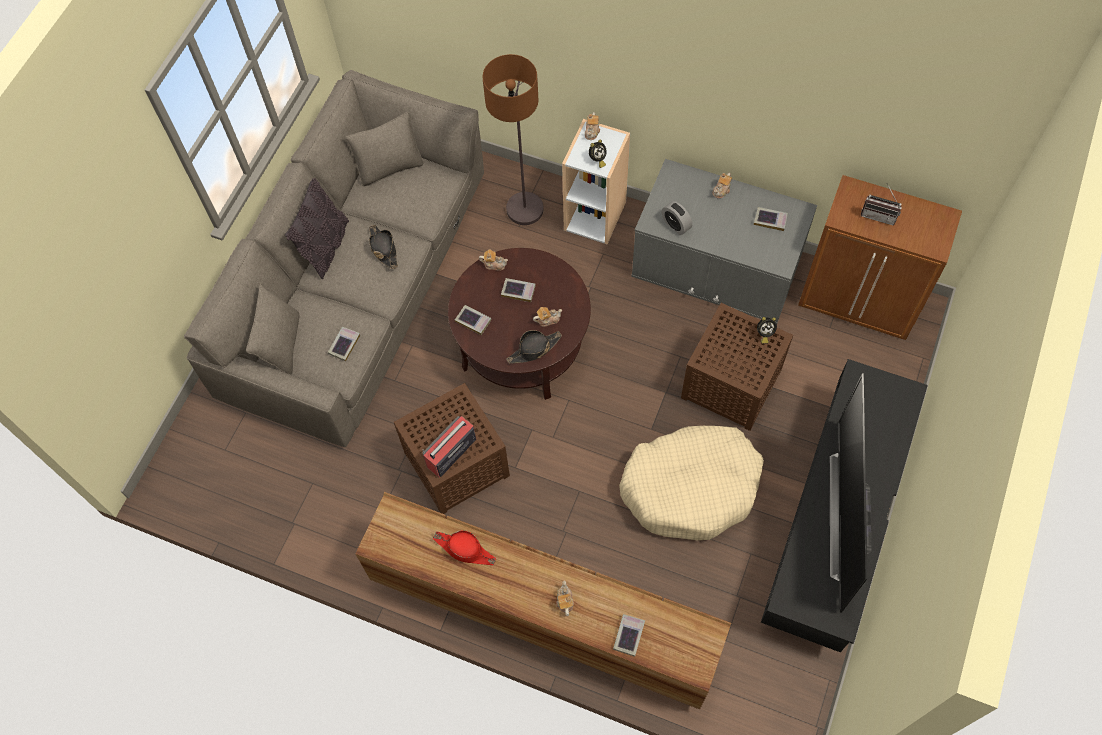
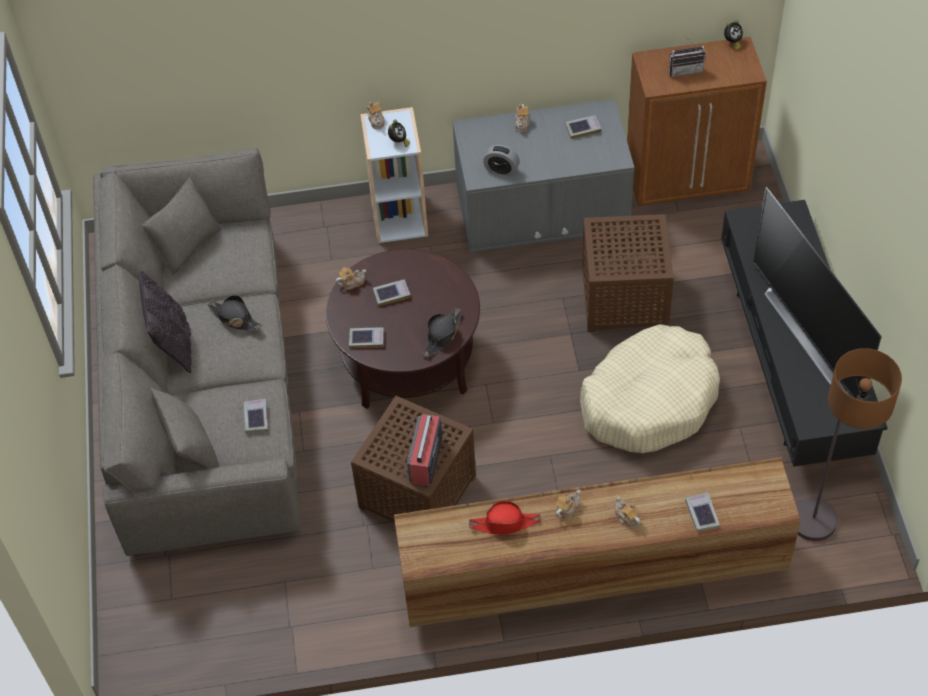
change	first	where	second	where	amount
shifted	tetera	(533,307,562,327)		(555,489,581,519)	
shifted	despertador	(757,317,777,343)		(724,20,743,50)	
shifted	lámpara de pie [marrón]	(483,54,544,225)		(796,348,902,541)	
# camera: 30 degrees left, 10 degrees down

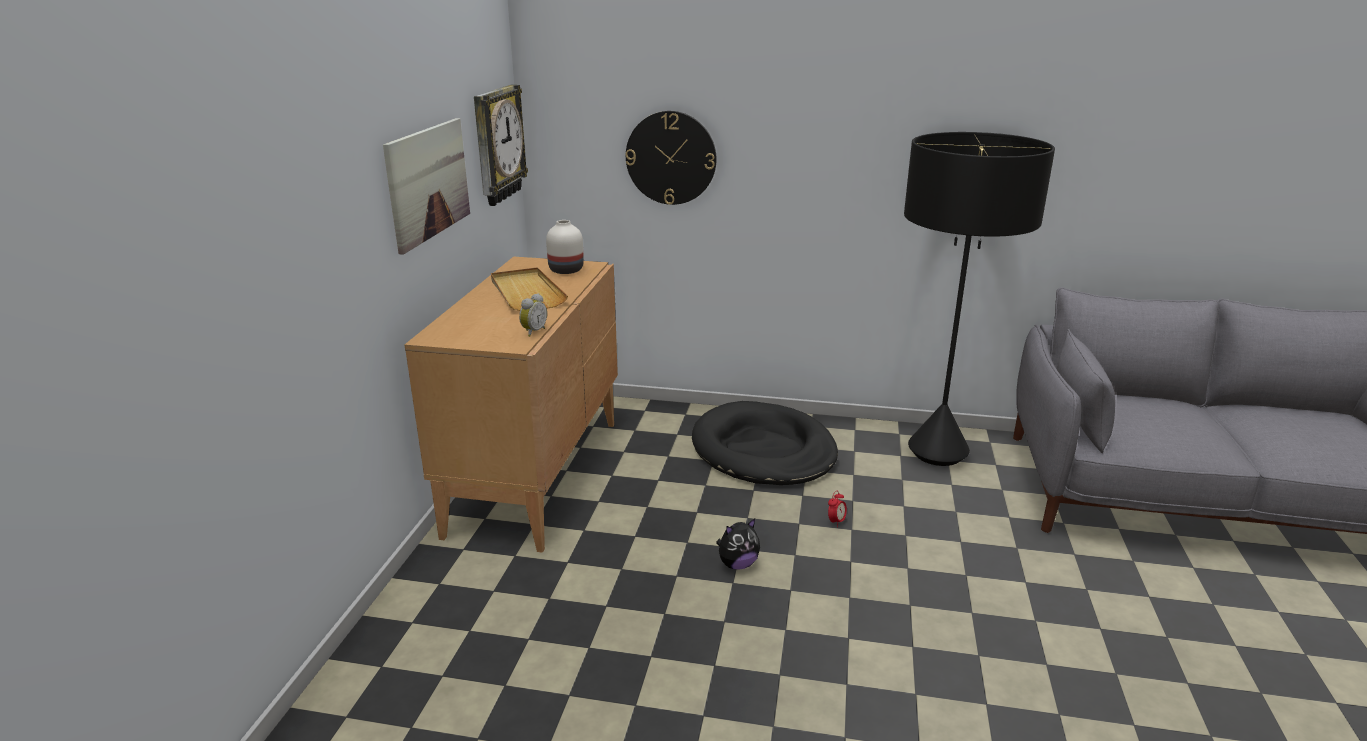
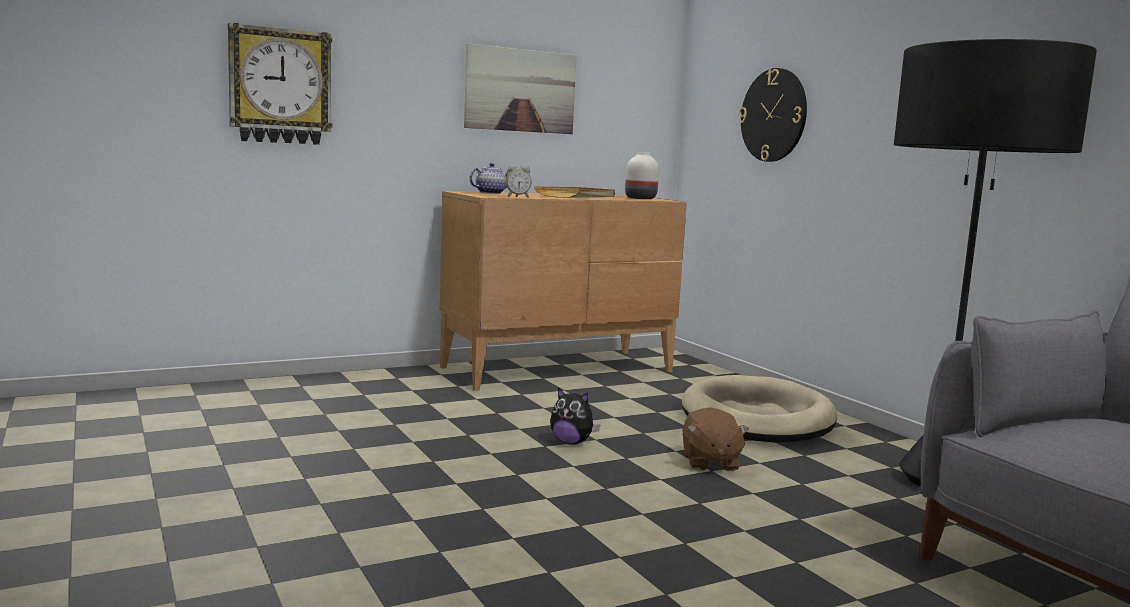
change	first	where	second	where	amount
shifted	reloj de pared	(474,84,528,206)		(228,23,332,145)	
new			tetera	(469,163,510,194)	
repainted	cama para perro [negro]	(692,401,838,485)	cama para perro [beis]	(682,375,837,443)	
swapped	despertador	(828,491,847,527)	peluche [marrón]	(682,407,749,471)	
# camera: 50 degrees right, 15 degrees down

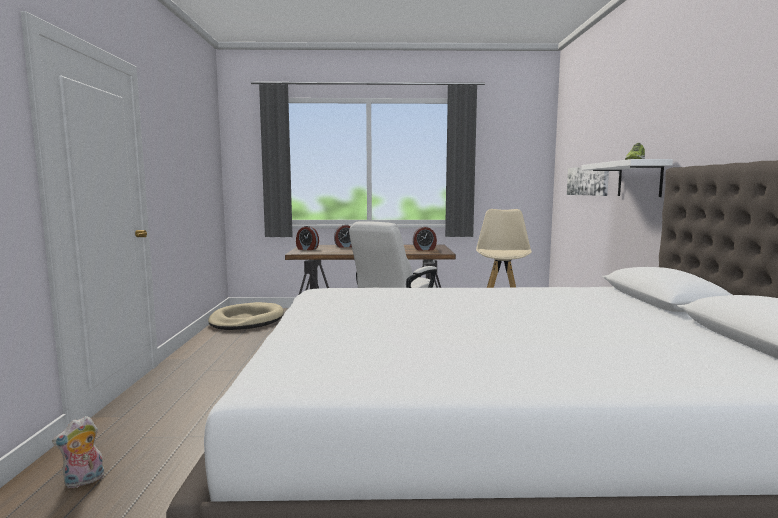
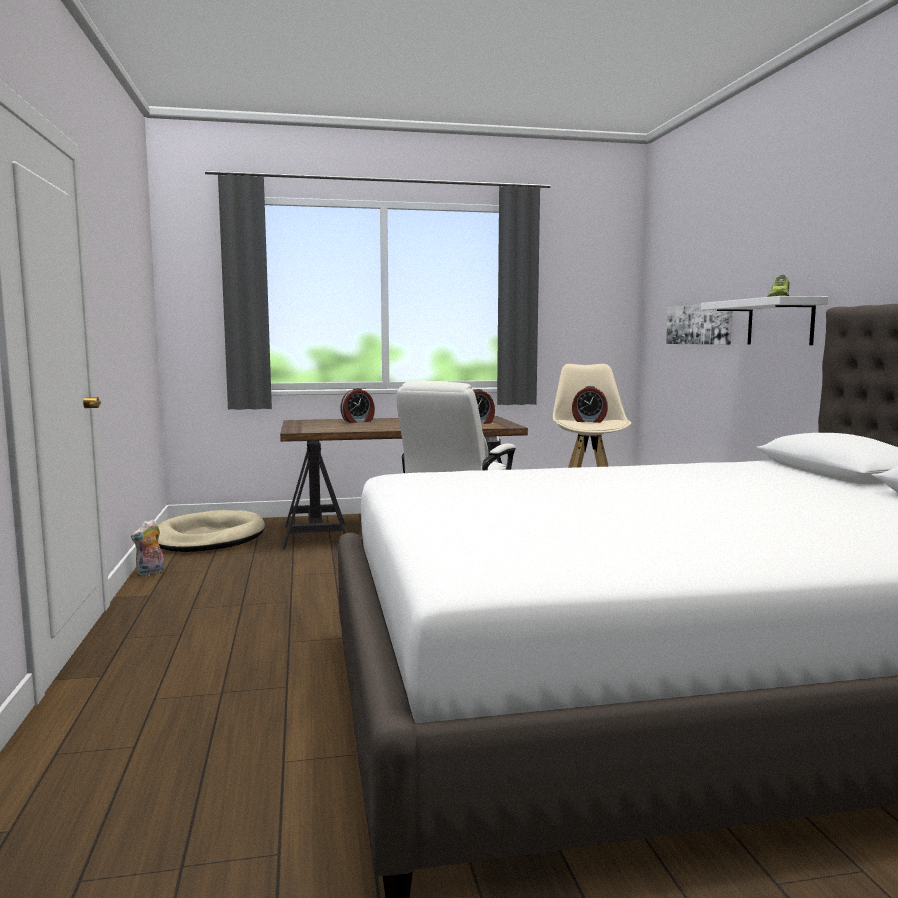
change	first	where	second	where	amount
shifted	peluche	(52,416,104,489)		(131,519,164,576)	
shifted	despertador	(296,226,319,250)		(572,386,608,423)	
# camera: 10 degrees left, 0 degrees up

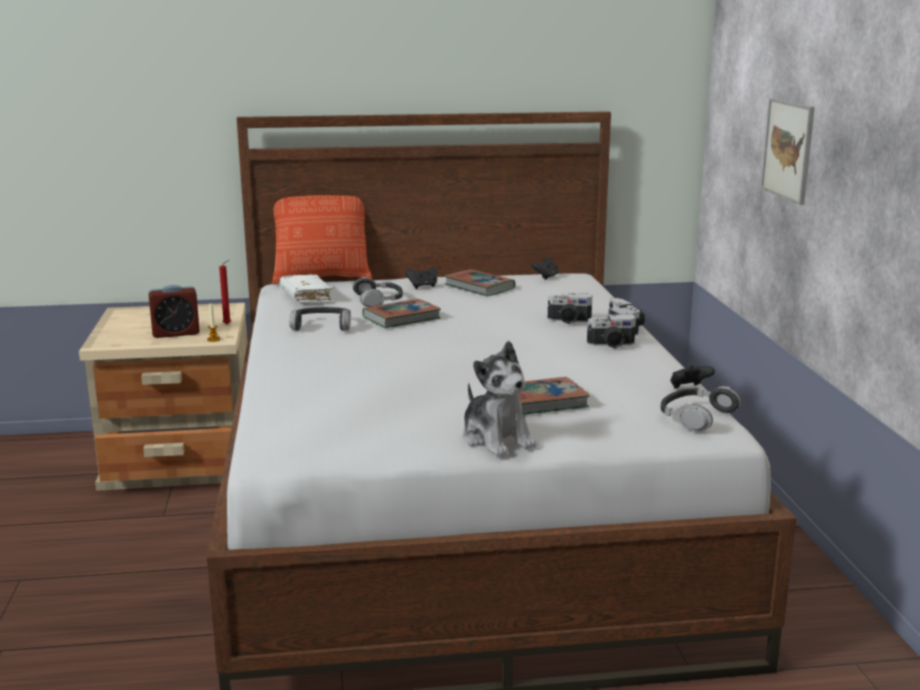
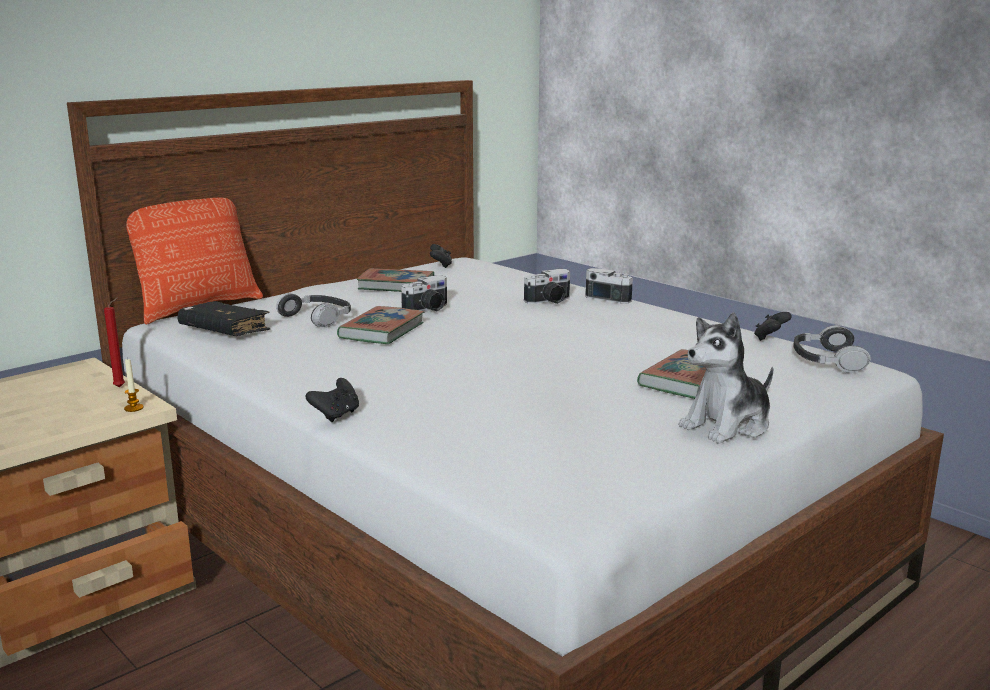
change	first	where	second	where	amount
repainted	libro [blanco]	(280,275,334,302)	libro [negro]	(177,301,270,336)	
shifted	mando de consola [negro]	(405,267,437,289)		(306,378,359,422)	
shifted	cámara	(587,314,636,349)		(401,275,447,311)	
rotated	peluche	(462,341,536,456)		(679,312,773,443)	120 degrees clockwise
gone	despertador	(148,285,200,338)			
gone	auriculares	(289,307,351,331)			
gone	cuadro	(761,98,815,205)			
# camera: 35 degrees left, 0 degrees up

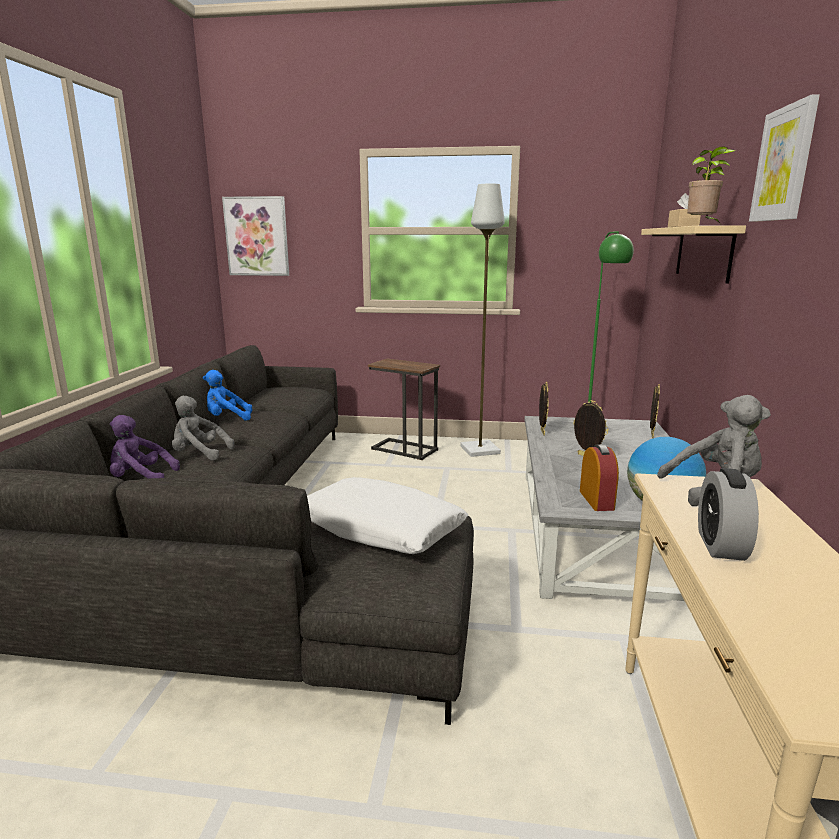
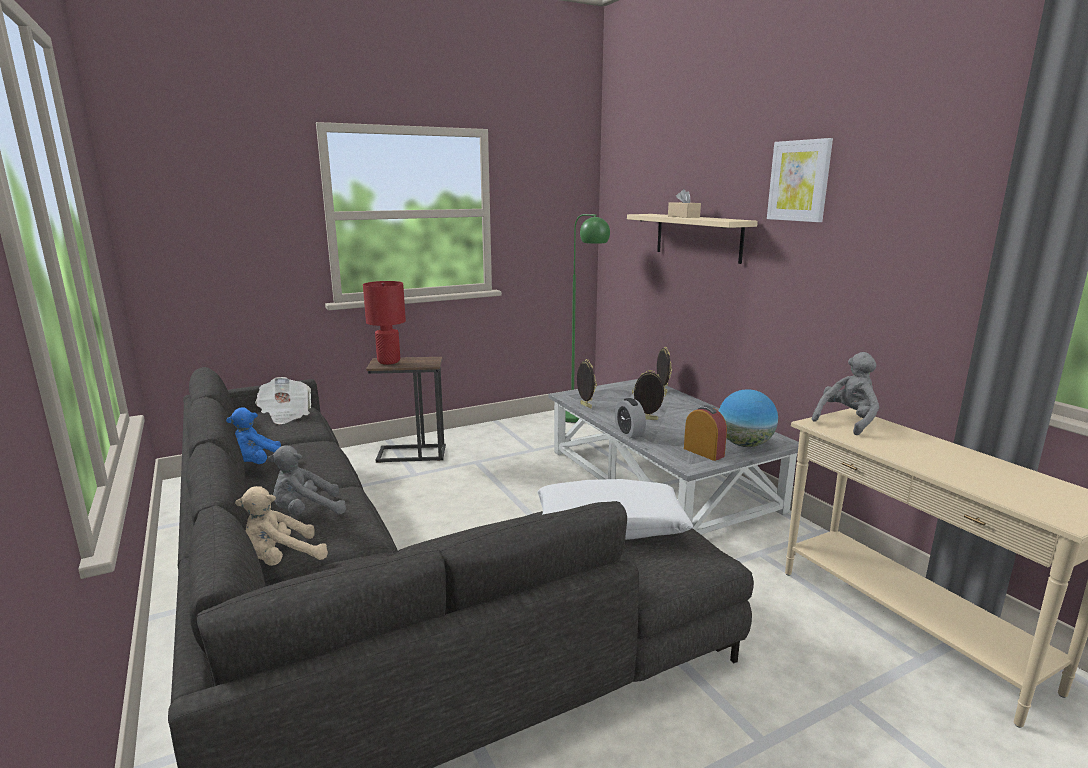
change	first	where	second	where	amount
repainted	peluche [morado]	(110,415,180,479)	peluche [beis]	(235,486,328,566)	
new			periódico	(255,377,311,424)	
new			lámpara de mesa [rojo]	(363,281,406,365)	
shifted	despertador	(698,468,759,561)		(615,398,646,438)	
gone	cuadro	(222,196,289,276)			
gone	lámpara de pie [gris]	(460,183,505,457)			
gone	planta en maceta	(687,146,735,223)			
# camera: 35 degrees left, 0 degrees up

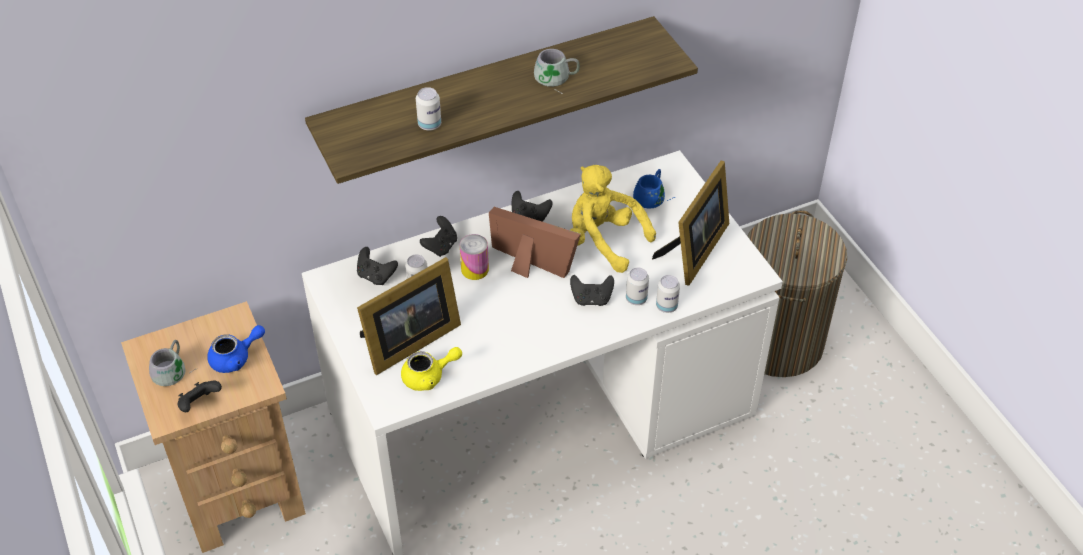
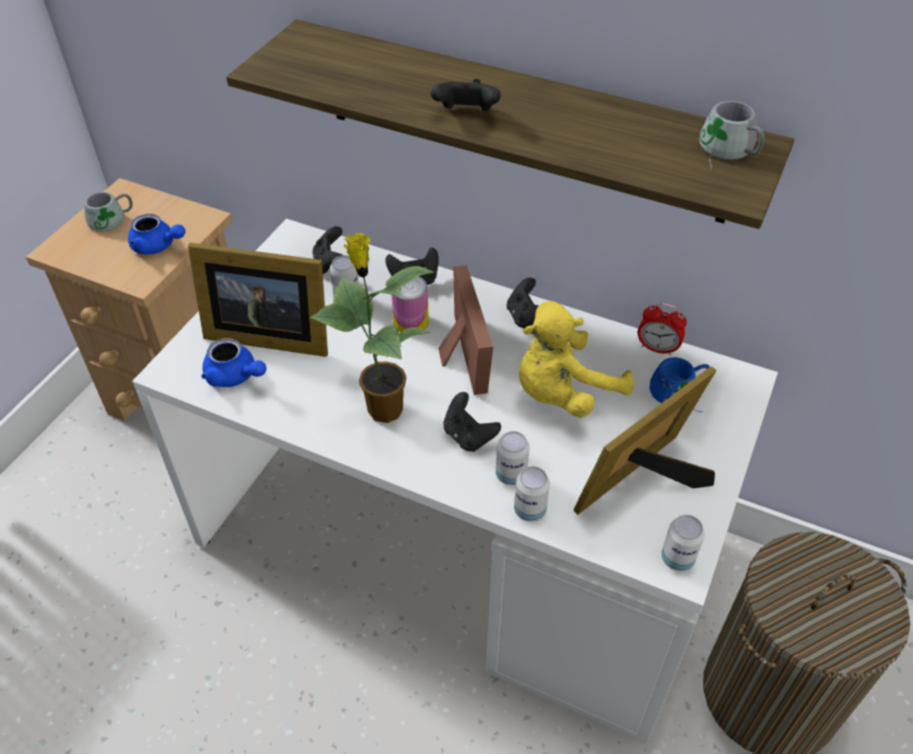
change	first	where	second	where	amount
repainted	tetera [amarillo]	(401,347,462,391)	tetera [azul]	(201,338,267,387)	
new			planta en maceta	(310,233,436,423)	
shifted	mando de consola [negro]	(178,381,222,412)		(431,79,501,111)	
rotated	peluche [amarillo]	(570,165,656,273)		(519,301,634,418)	120 degrees counterclockwise
rotated	portarretratos	(652,160,729,286)		(574,367,716,515)	150 degrees clockwise
new			despertador	(638,303,687,356)	
shifted	lata	(416,87,441,131)		(661,515,705,571)	
shifted	taza grande [gris]	(534,49,580,94)		(699,101,764,169)	
# camera: 50 degrees right, 0 degrees up

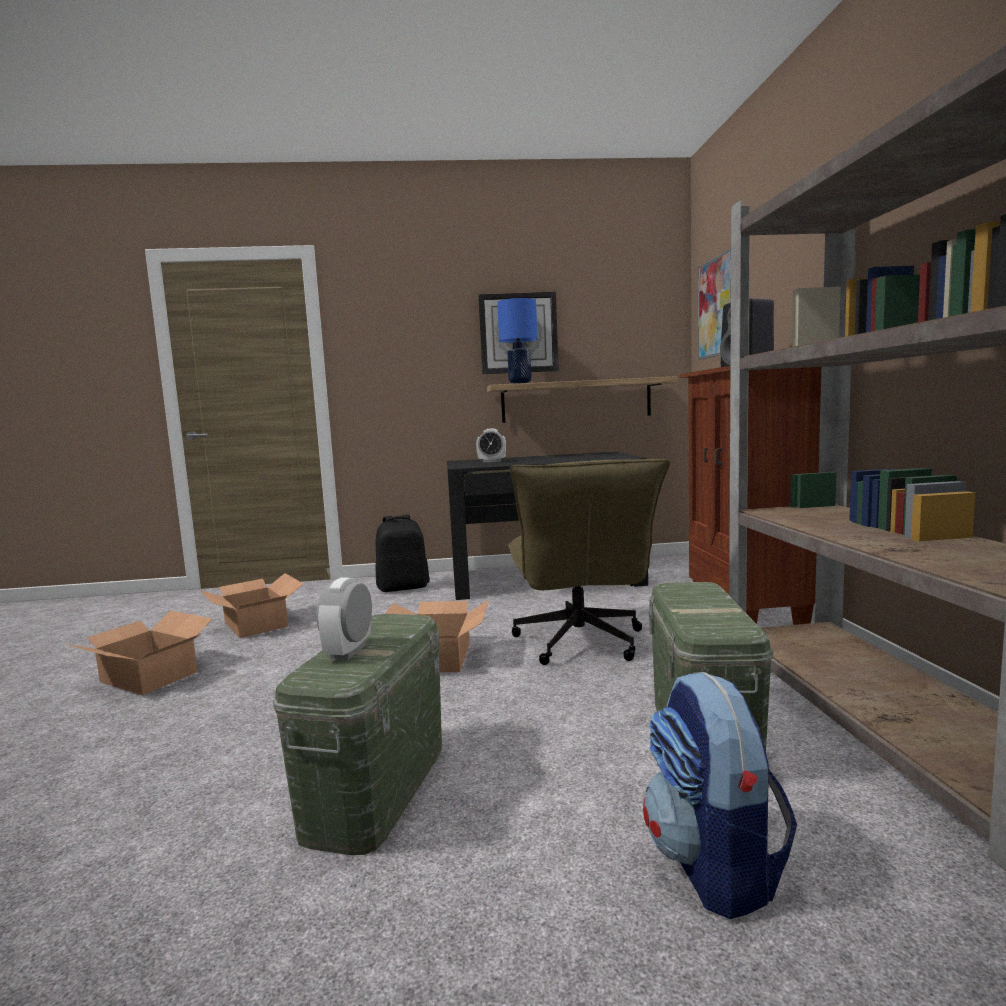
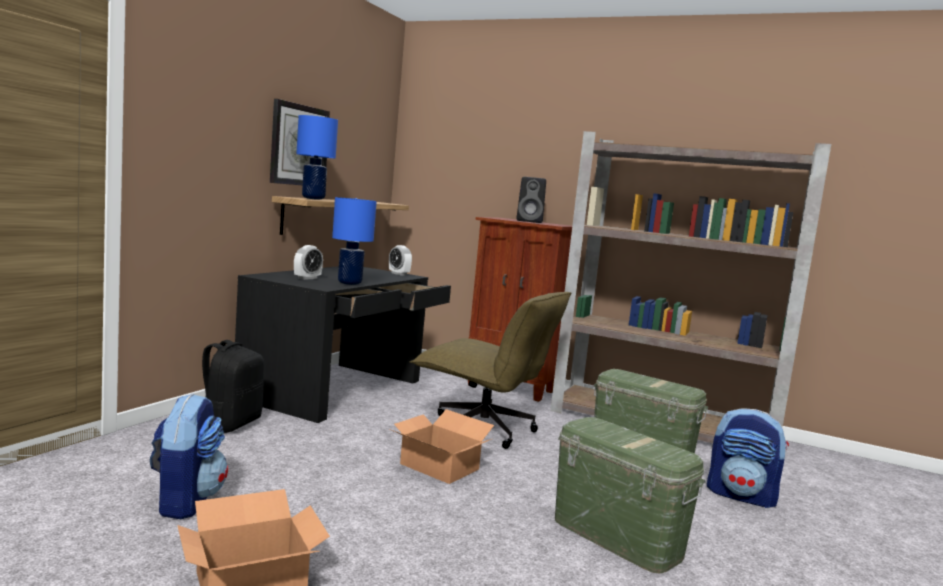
change	first	where	second	where	amount
swapped	caja de cartón	(200,573,303,638)	mochila	(150,393,228,519)	
new			lámpara de mesa [azul]	(332,197,377,285)	
shifted	despertador	(316,578,372,660)		(389,245,412,275)	
gone	cuadro	(698,248,731,360)			
# camera: 60 degrees left, 0 degrees up

